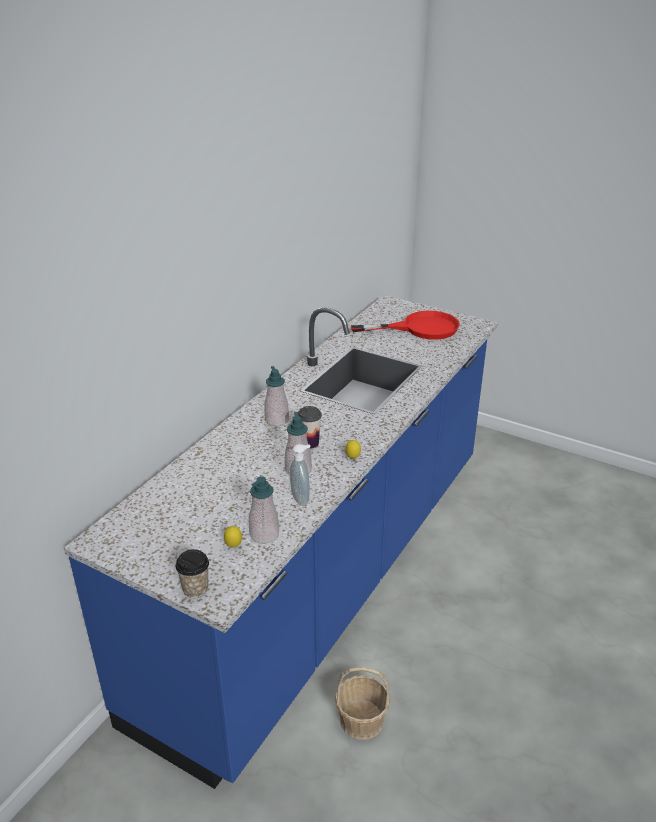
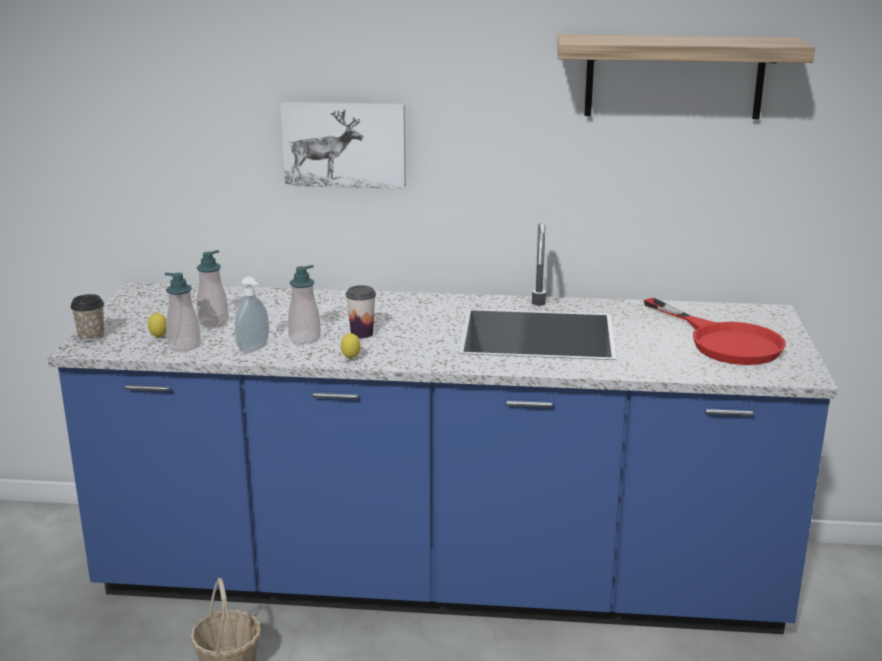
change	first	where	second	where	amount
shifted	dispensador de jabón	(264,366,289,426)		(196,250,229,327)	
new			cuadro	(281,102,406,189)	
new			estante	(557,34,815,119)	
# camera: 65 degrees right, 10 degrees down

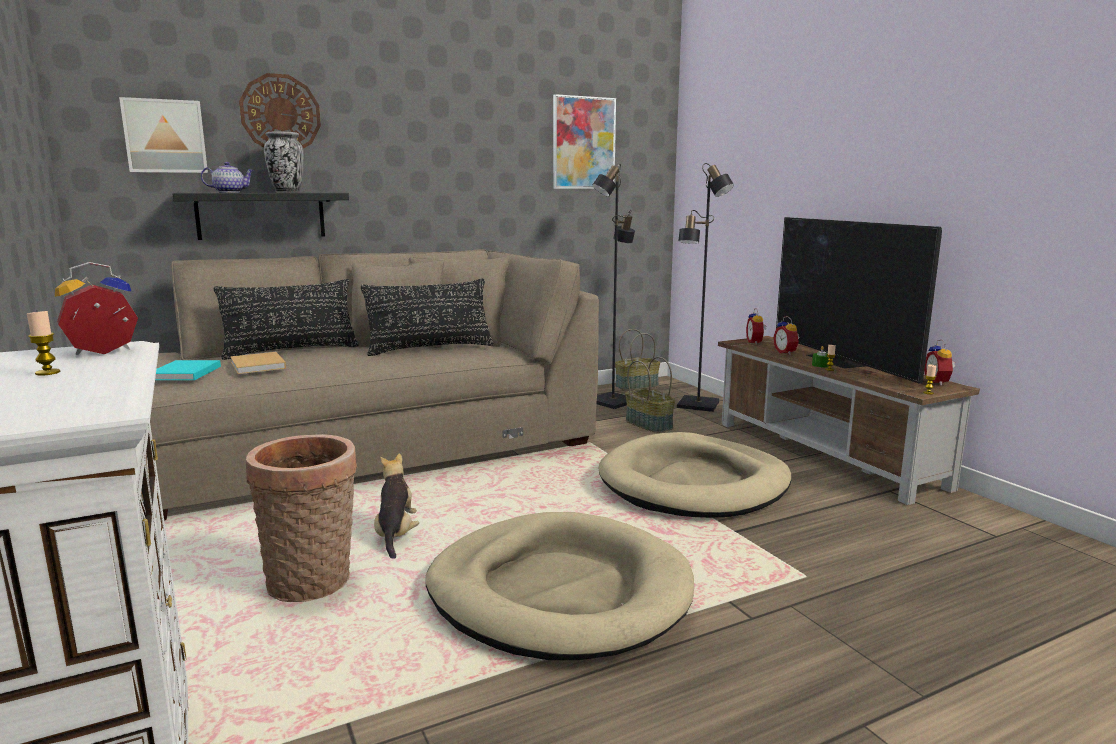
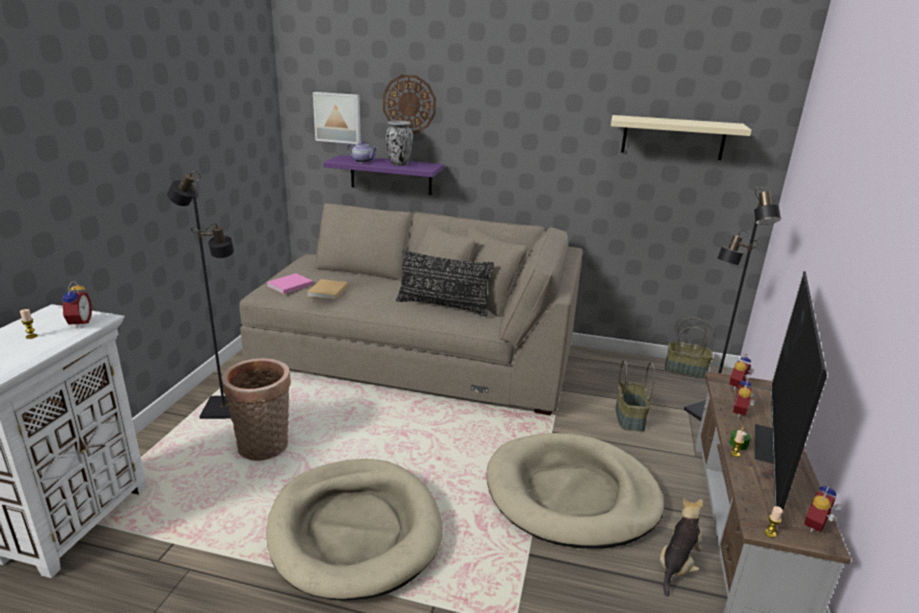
change	first	where	second	where	amount
rotated	despertador	(55,262,138,355)		(59,281,92,328)	75 degrees clockwise
shifted	lámpara de pie [negro]	(593,164,635,409)		(167,171,234,419)	
repainted	libro [turquesa]	(155,360,221,380)	libro [rosa]	(267,273,313,294)	
repainted	estante [negro]	(172,193,349,240)	estante [morado]	(323,155,444,195)	
swapped	cuadro	(553,94,616,189)	estante [beis]	(611,115,752,160)	
shifted	peluche	(374,453,419,559)		(660,498,703,597)	
gone	cojín [negro]	(214,279,359,360)			
# camera: 40 degrees right, 10 degrees up

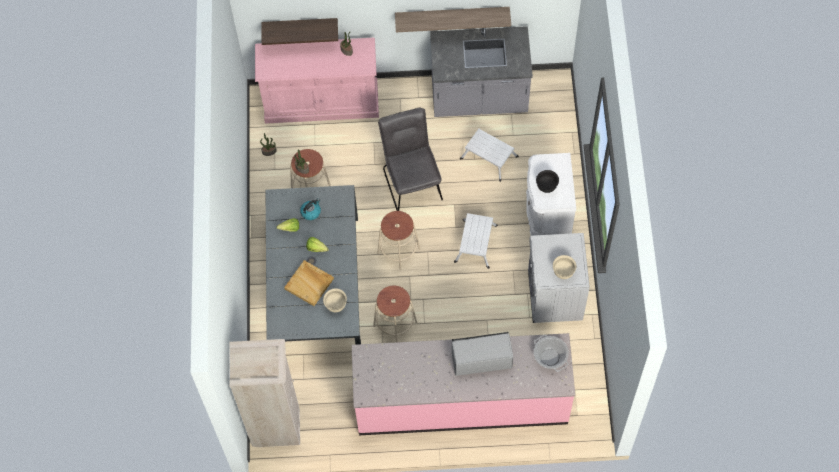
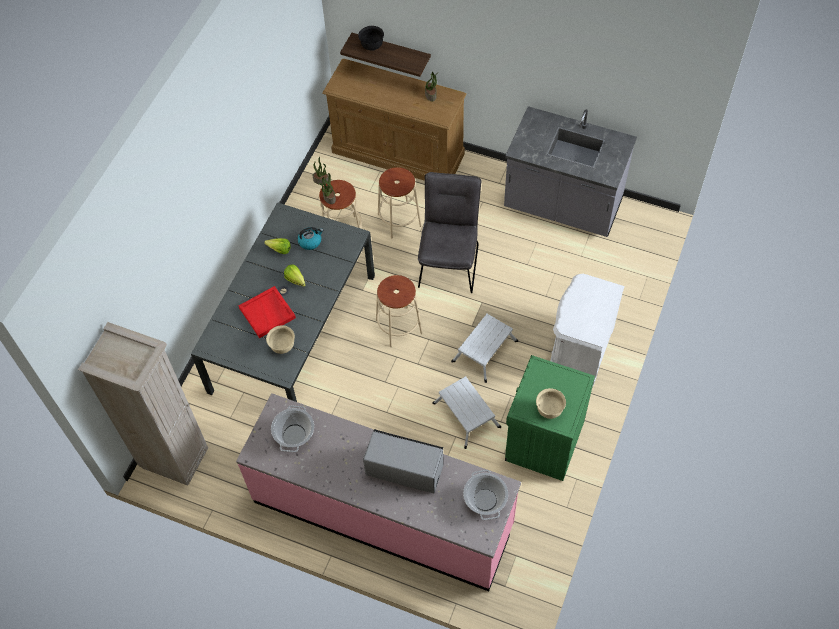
change	first	where	second	where	amount
repainted	bandeja [beis]	(284,260,334,306)	bandeja [rojo]	(238,286,296,338)	
new			olla	(271,406,314,452)	
repainted	armario [rosa]	(255,38,379,124)	armario [marrón]	(322,58,467,181)	
shifted	cuenco [negro]	(536,170,559,193)		(358,26,384,51)	
shifted	taburete [beis]	(373,285,417,342)		(378,167,422,239)	
shifted	escalera de tijera [blanco]	(460,129,519,182)		(432,376,501,449)	
repainted	lavadora [blanco]	(528,233,590,323)	lavadora [verde]	(505,355,595,481)	
gone	estante	(395,7,511,32)			
# camera: 25 degrees right, 5 degrees down

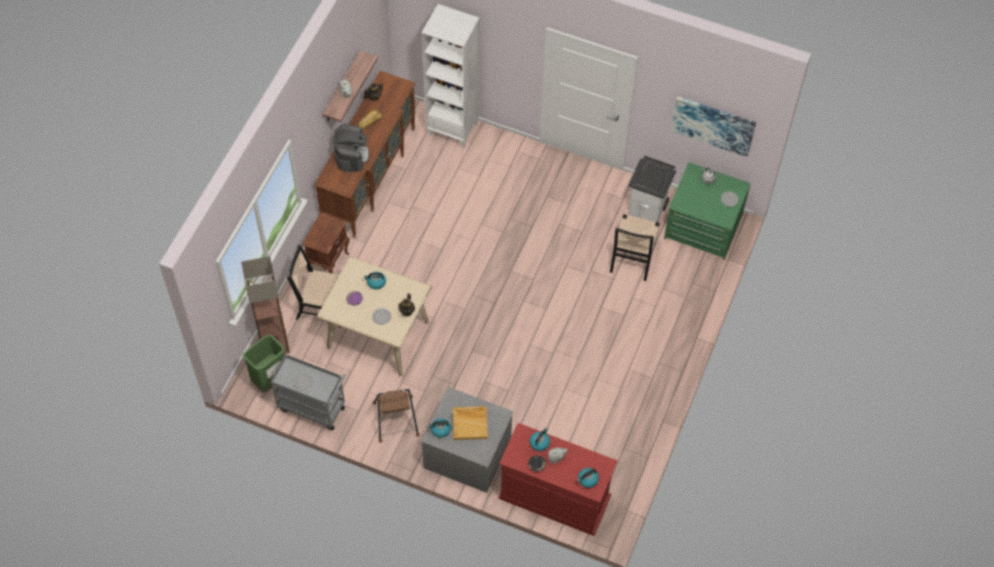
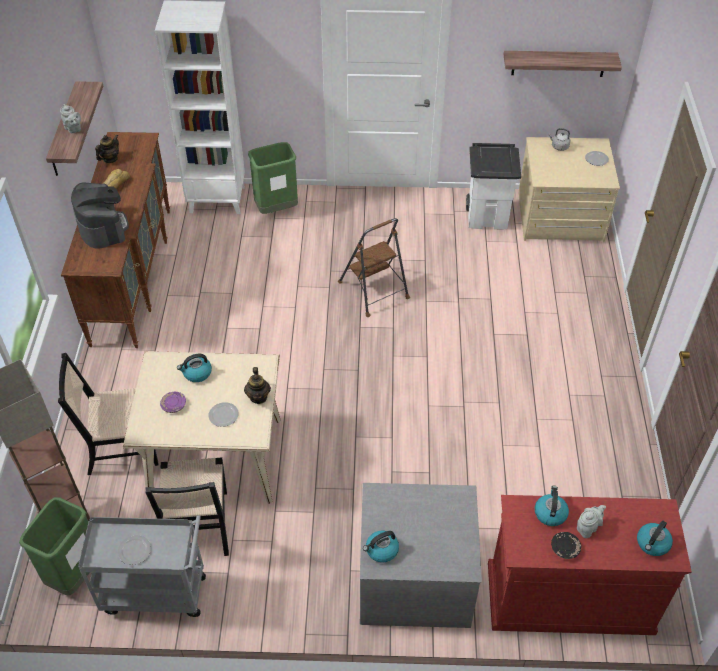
change	first	where	second	where	amount
shifted	silla	(610,214,660,281)		(145,458,229,556)	
new			papelera [verde]	(248,142,298,214)	
shifted	escalera de tijera [marrón]	(373,389,420,443)		(338,218,410,317)	
swapped	cuadro	(671,96,756,157)	estante	(504,51,622,77)	
repainted	cómoda [verde]	(664,162,751,260)	cómoda [beis]	(518,137,620,242)	
gone	mesita de noche [marrón]	(303,212,350,273)			
gone	bandeja [beis]	(453,406,488,440)			
# camera: 20 degrees left, 10 degrees down

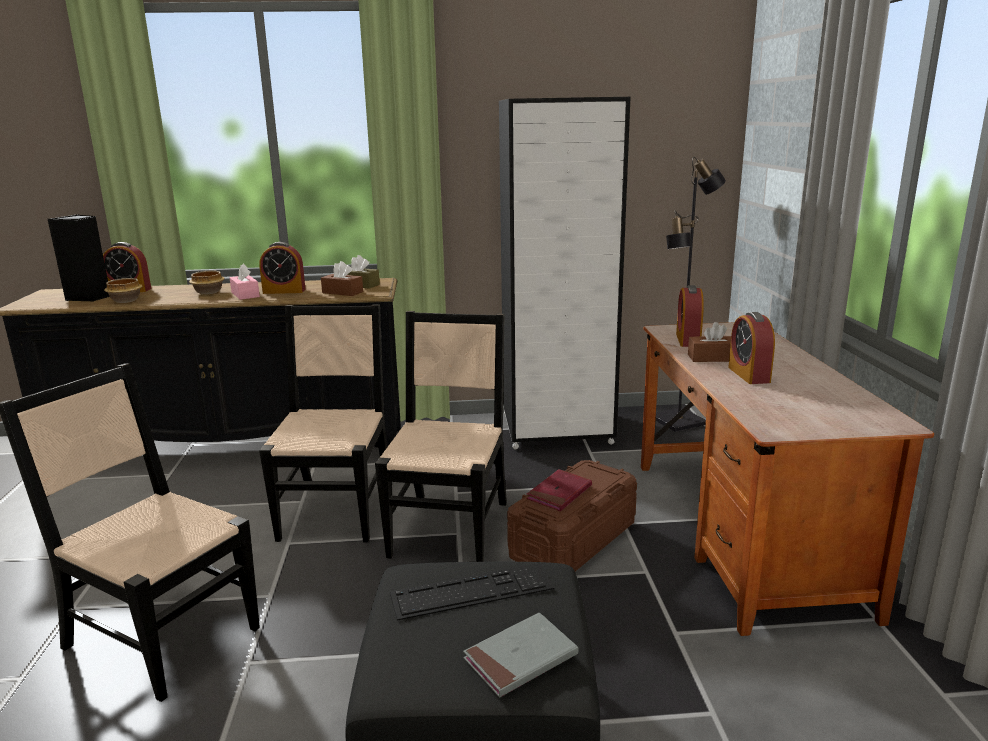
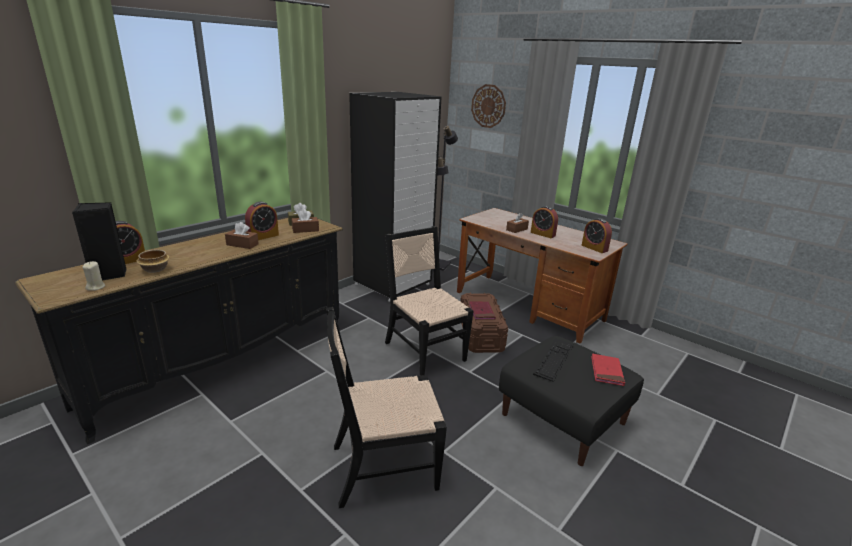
change	first	where	second	where	amount
new			vela [beis]	(82,261,105,291)	
repainted	caja de pañuelos [rosa]	(230,264,260,300)	caja de pañuelos [marrón]	(225,222,259,249)	
new			reloj de pared	(471,84,506,128)	
shifted	despertador	(676,285,704,347)		(582,218,612,253)	
repainted	libro [gris]	(463,613,578,698)	libro [rojo]	(591,354,625,386)	
gone	cuenco	(189,271,225,295)			
gone	silla	(259,304,387,543)			
# camera: 45 degrees left, 5 degrees up

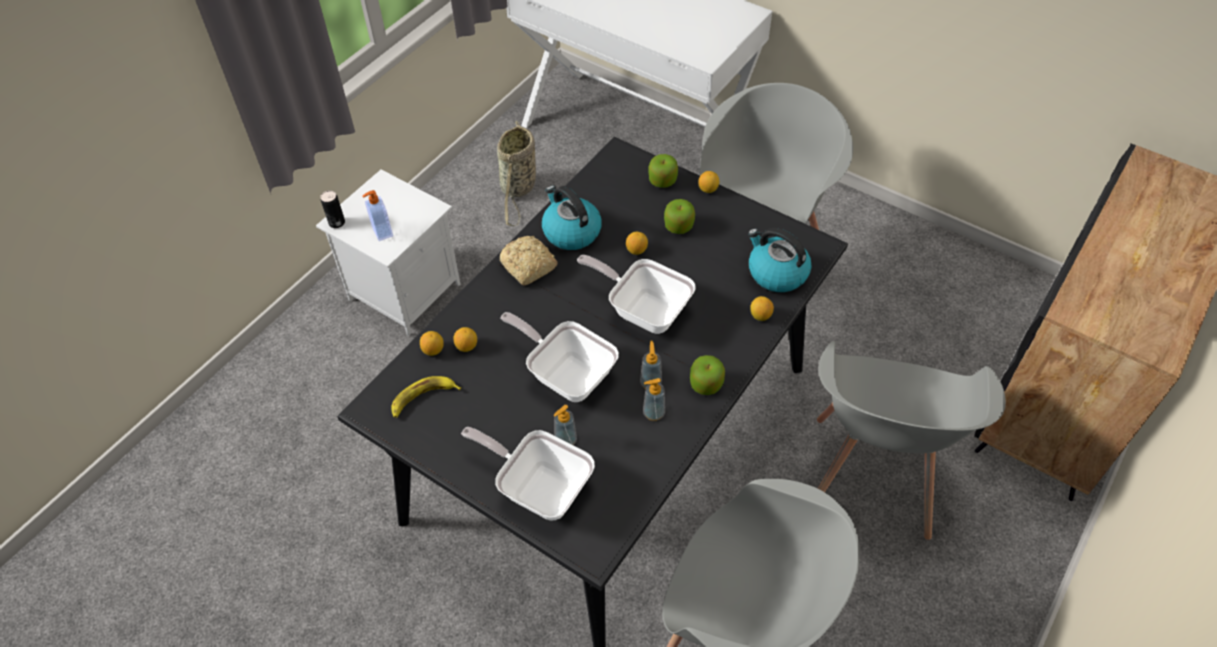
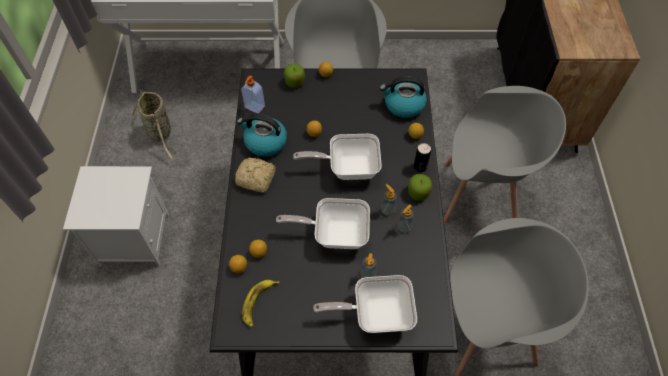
change	first	where	second	where	amount
shifted	dispensador de jabón	(363,190,393,241)		(241,75,265,114)	
shifted	lata	(320,190,345,228)		(414,143,431,172)	
rotated	silla [gris]	(817,341,1006,540)		(443,86,566,223)	60 degrees counterclockwise
gone	manzana	(664,199,695,234)			
# camera: 35 degrees left, 5 degrees up

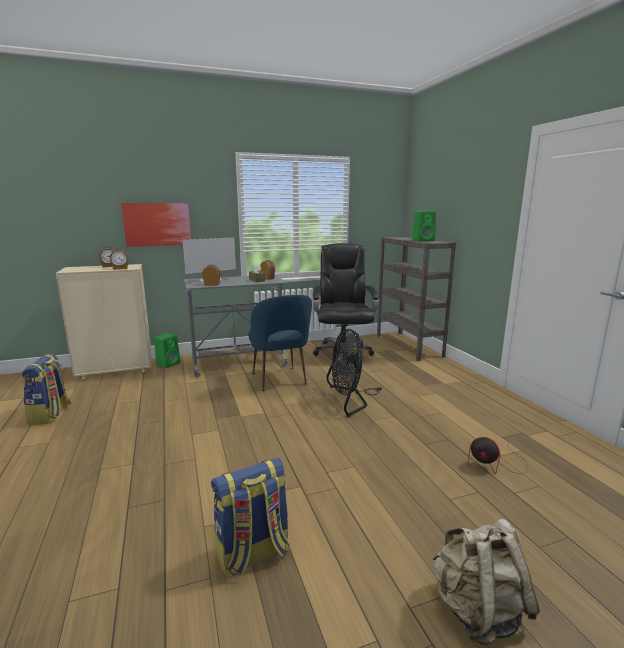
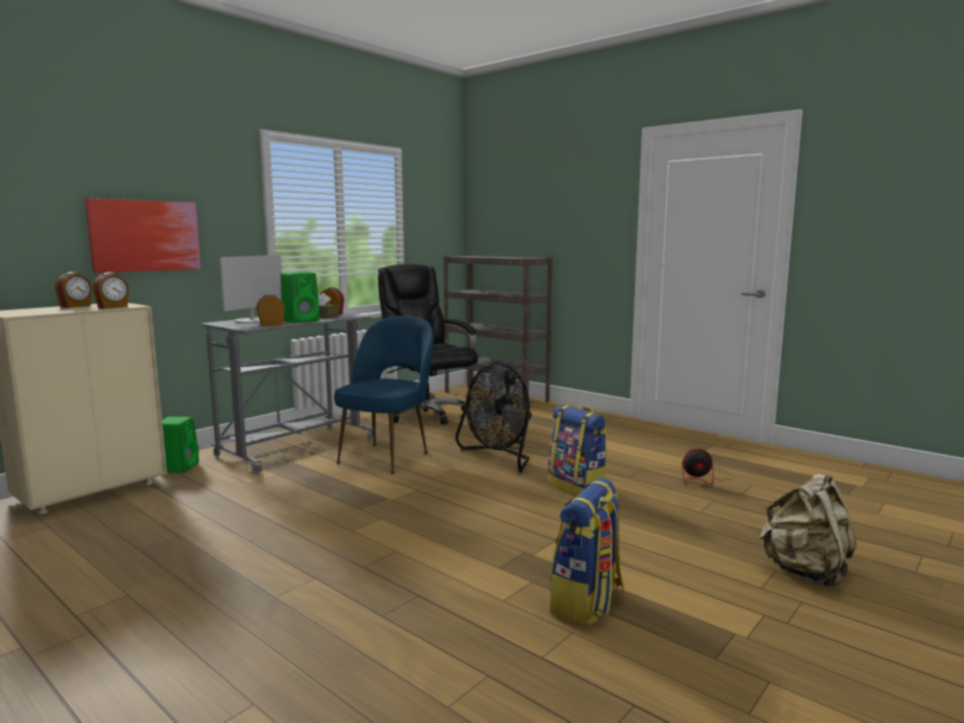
change	first	where	second	where	amount
shifted	altavoz [verde]	(412,211,436,241)		(281,272,320,323)	
rotated	silla [azul]	(248,295,312,391)		(334,316,434,474)	105 degrees counterclockwise
shifted	mochila	(22,353,71,425)		(548,404,607,496)	
# camera: 30 degrees left, 5 degrees down

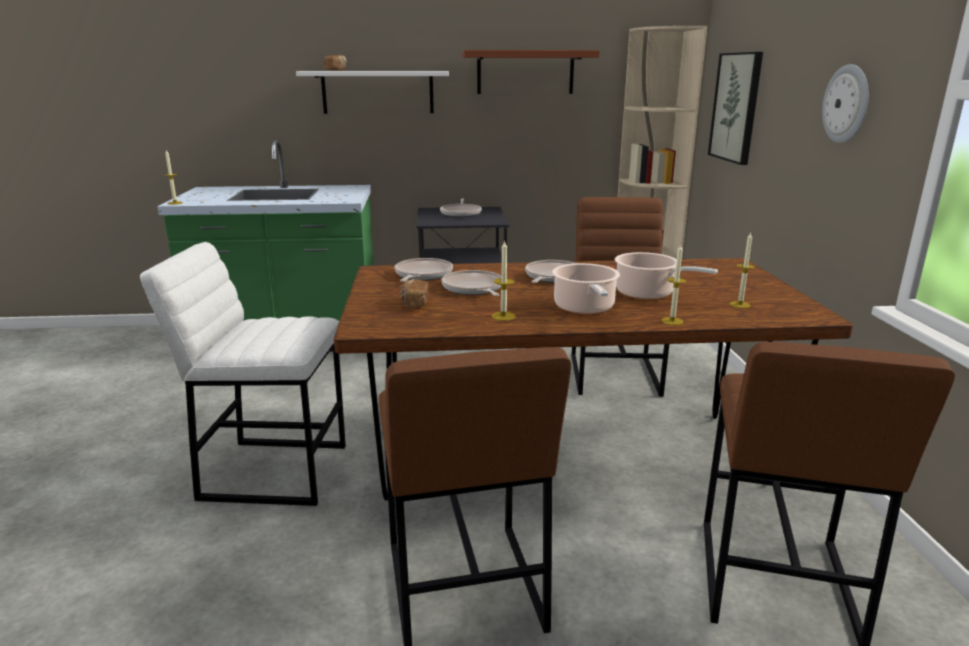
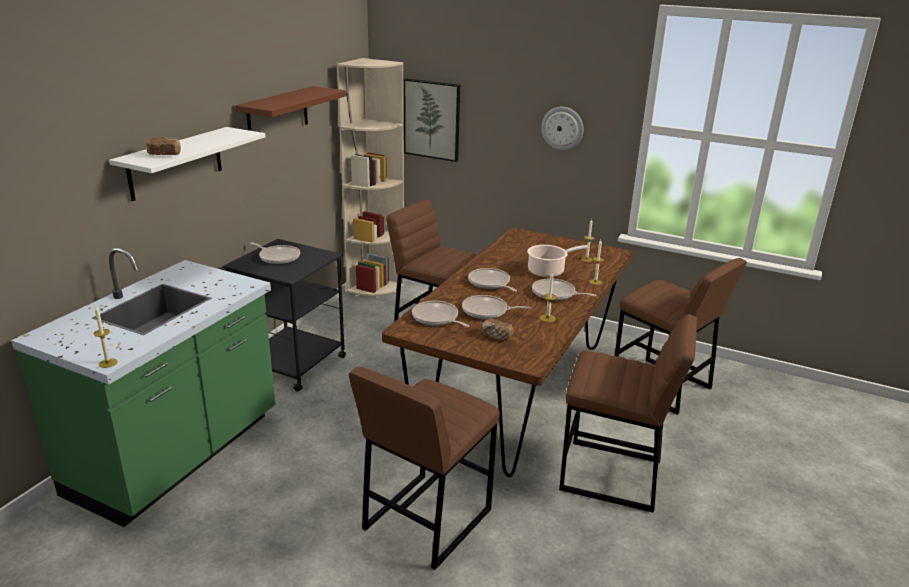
change	first	where	second	where	amount
repainted	silla [blanco]	(140,242,346,506)	silla [marrón]	(349,367,500,570)	
swapped	olla	(552,263,620,314)	sartén	(532,278,596,301)	
# camera: 60 degrees left, 5 degrees up

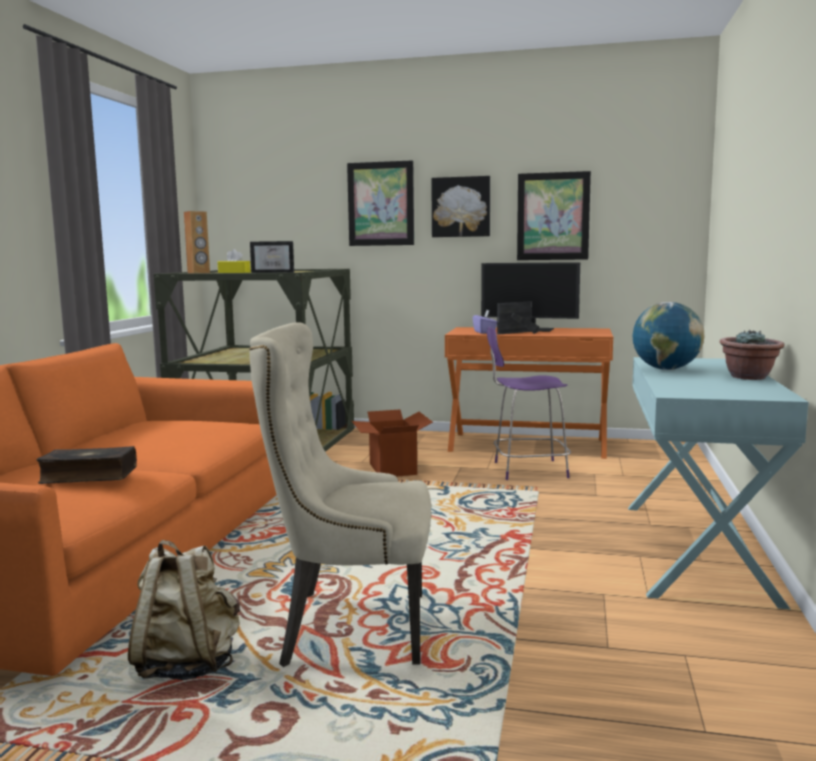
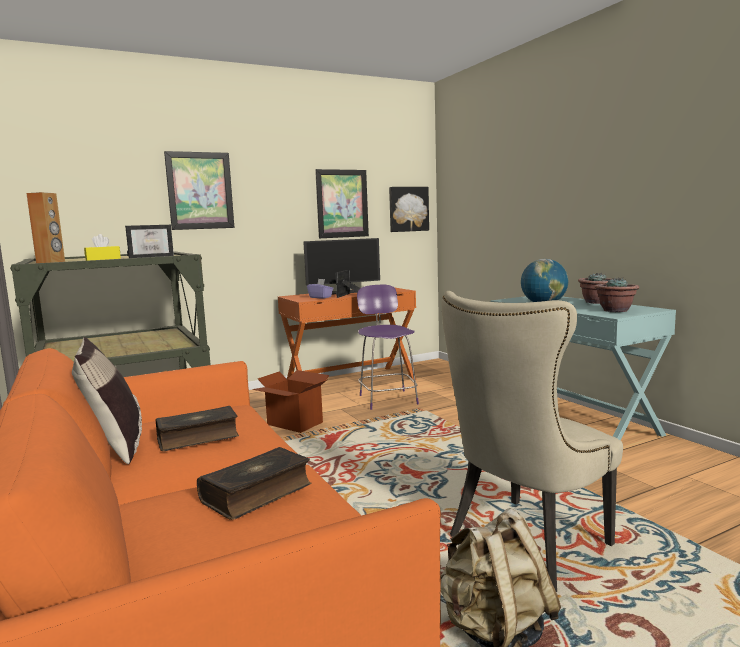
change	first	where	second	where	amount
new			cojín	(72,337,142,464)	
new			libro	(156,406,239,451)	
rotated	silla [morado]	(487,326,571,480)		(357,285,419,410)	120 degrees clockwise
shifted	cuadro	(431,176,490,237)		(389,187,429,232)	
new			planta en maceta	(595,277,639,312)	
# camera: 40 degrees left, 0 degrees up

